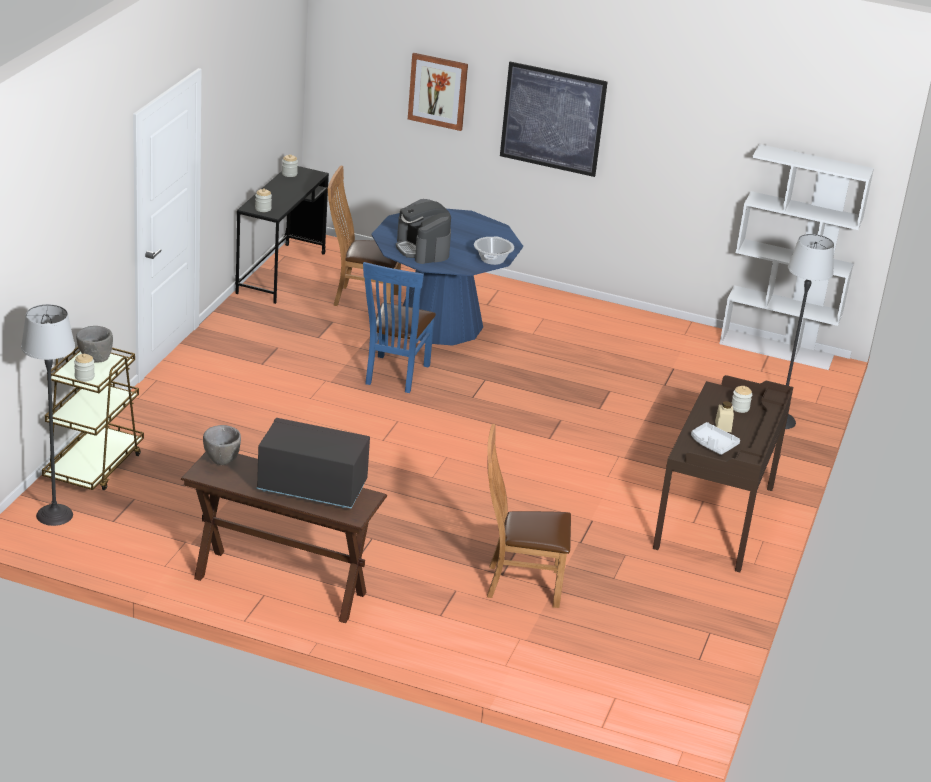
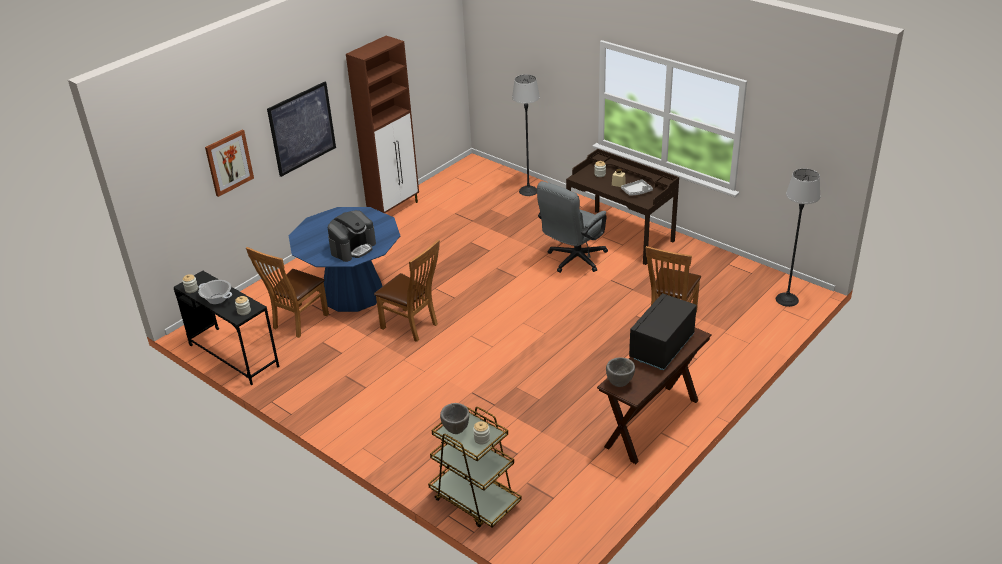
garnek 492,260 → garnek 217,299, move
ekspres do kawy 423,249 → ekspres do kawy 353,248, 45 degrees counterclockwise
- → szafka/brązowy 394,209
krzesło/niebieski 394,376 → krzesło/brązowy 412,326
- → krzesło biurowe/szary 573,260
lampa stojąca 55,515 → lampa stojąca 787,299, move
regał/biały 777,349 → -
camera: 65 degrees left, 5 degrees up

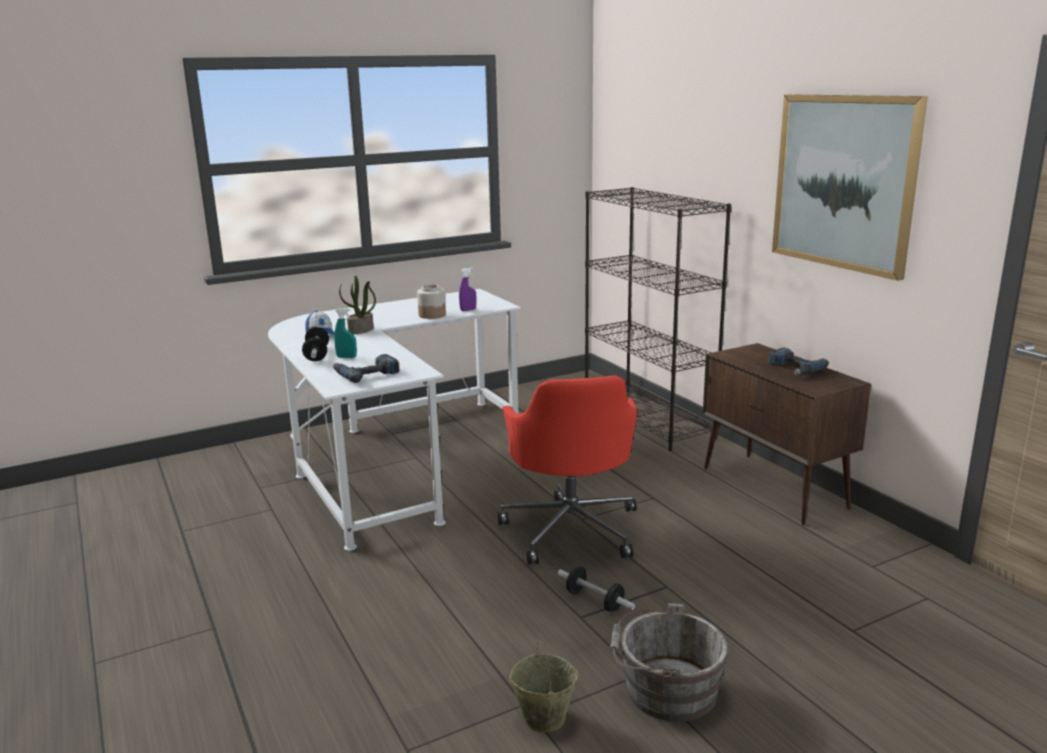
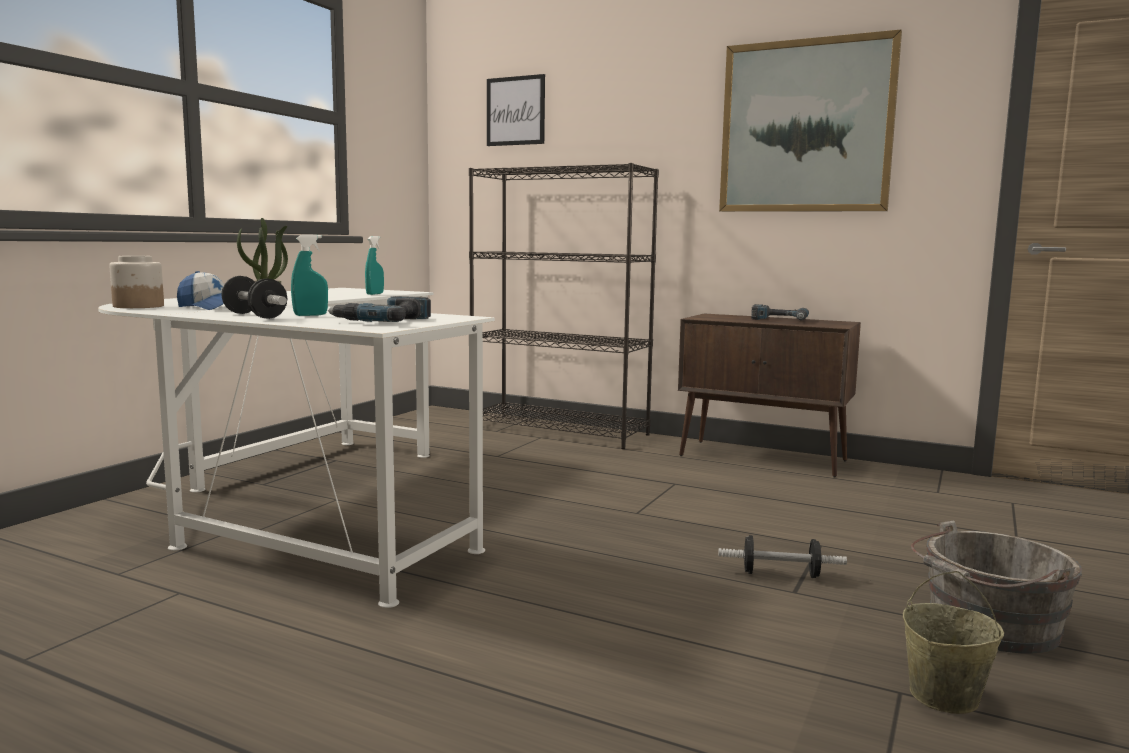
słoik 431,315 → słoik 138,306, move
spryskiwacz/fioletowy 468,310 → spryskiwacz/turkusowy 375,294
- → obraz 515,111
krzesło biurowe/czerwony 571,528 → -
camera: 35 degrees left, 10 degrees down

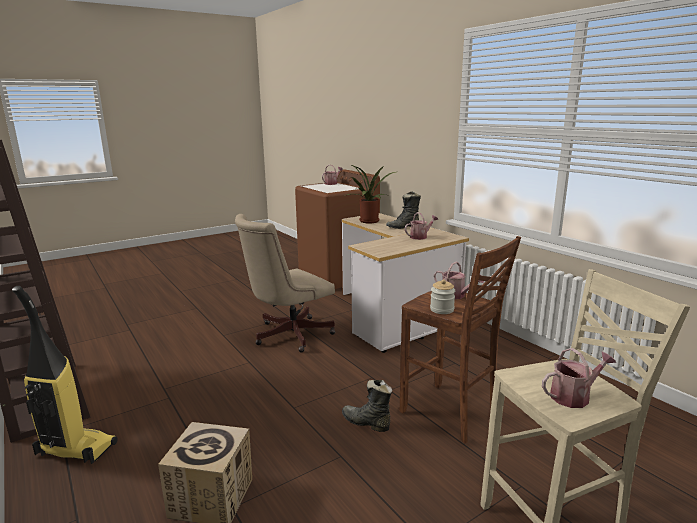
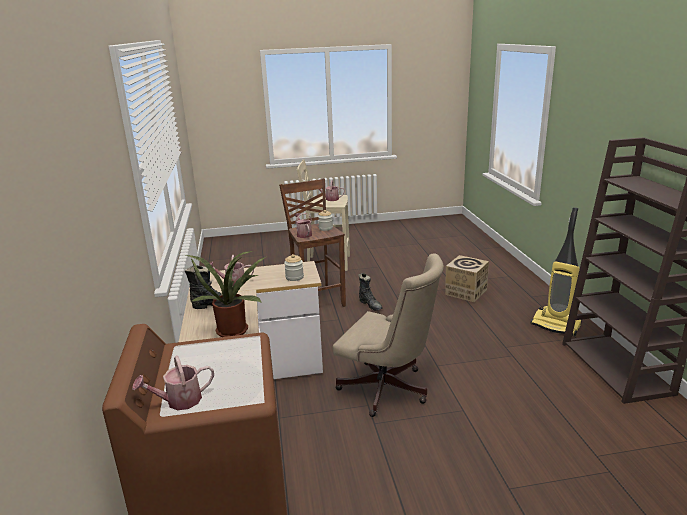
- → słoik 294,277
krzesło biurowe/beżowy 288,335 → krzesło biurowe/beżowy 388,390, 45 degrees clockwise
camera: 155 degrees left, 5 degrees up

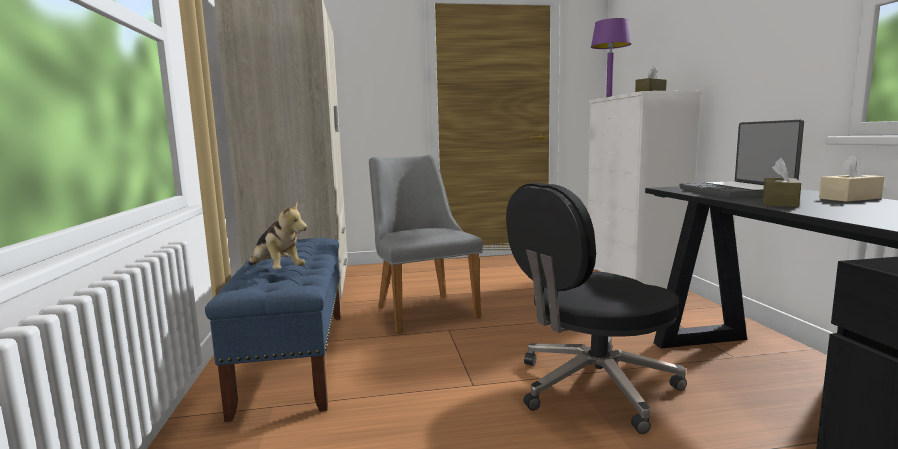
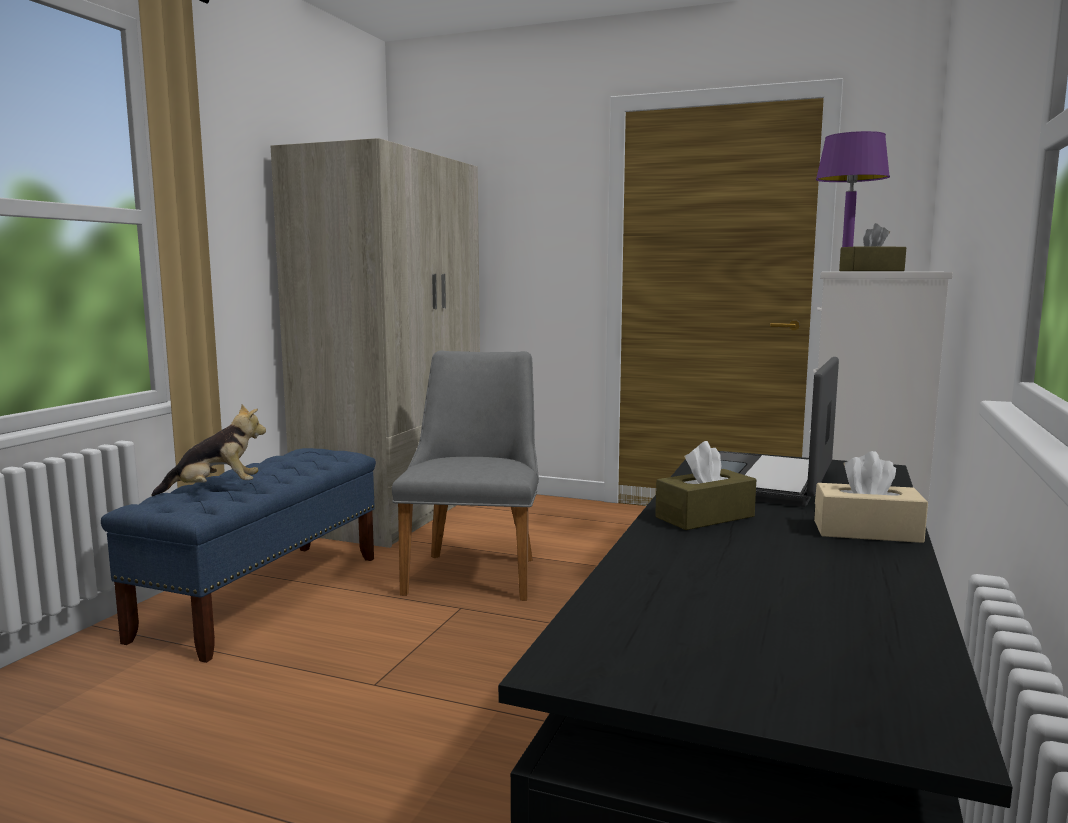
pluszak 276,271 → pluszak 215,490, 90 degrees counterclockwise
krzesło biurowe/czarny 592,387 → -
camera: 30 degrees right, 0 degrees up

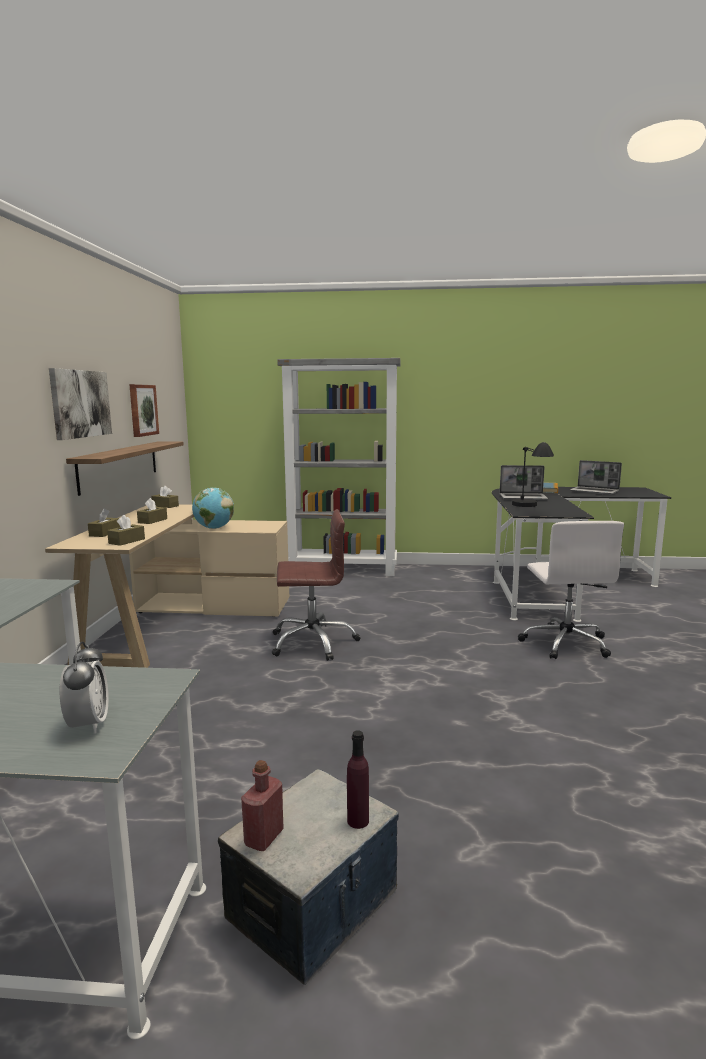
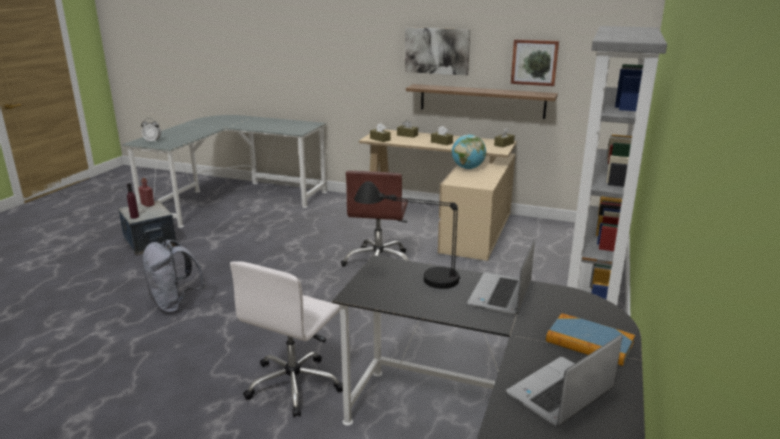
- → plecak/szary 175,305
krzesło biurowe/biały 565,643 → krzesło biurowe/biały 295,384, 75 degrees counterclockwise
camera: 105 degrees right, 10 degrees up

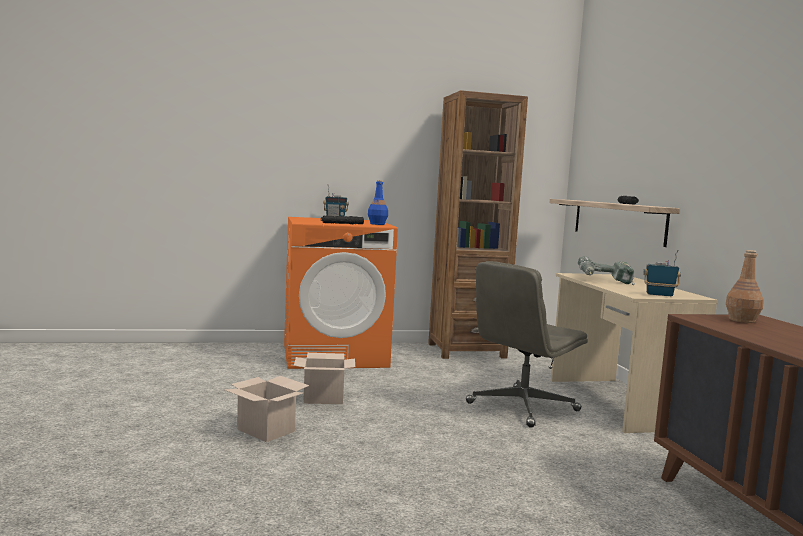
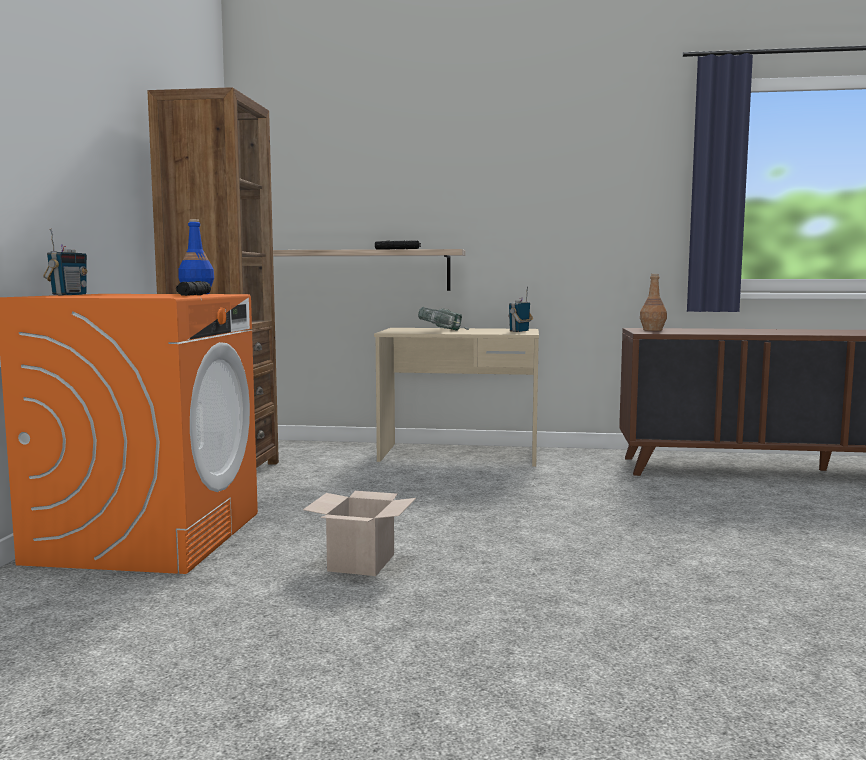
karton 267,430 → -
krzesło biurowe/szary 522,407 → -
camera: 70 degrees left, 0 degrees up

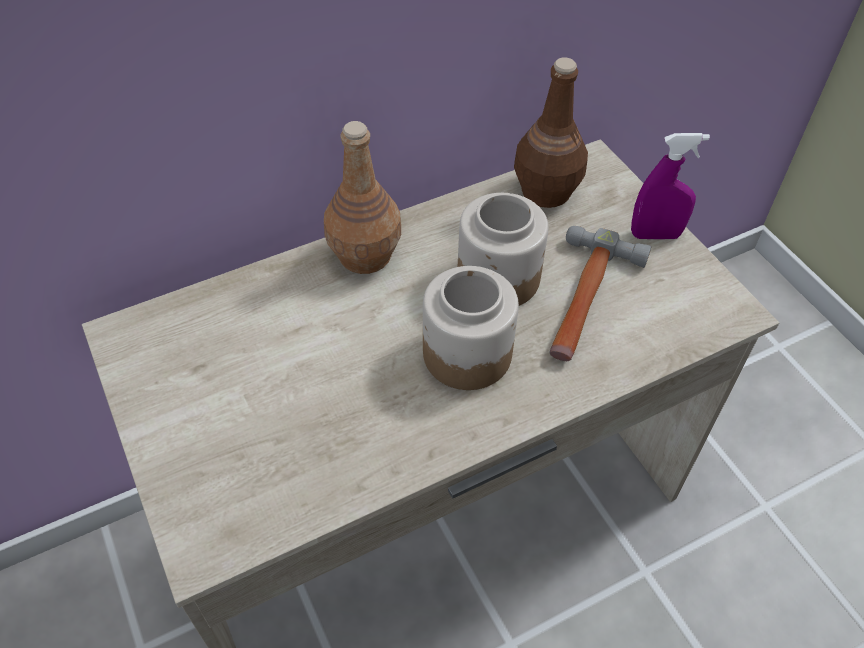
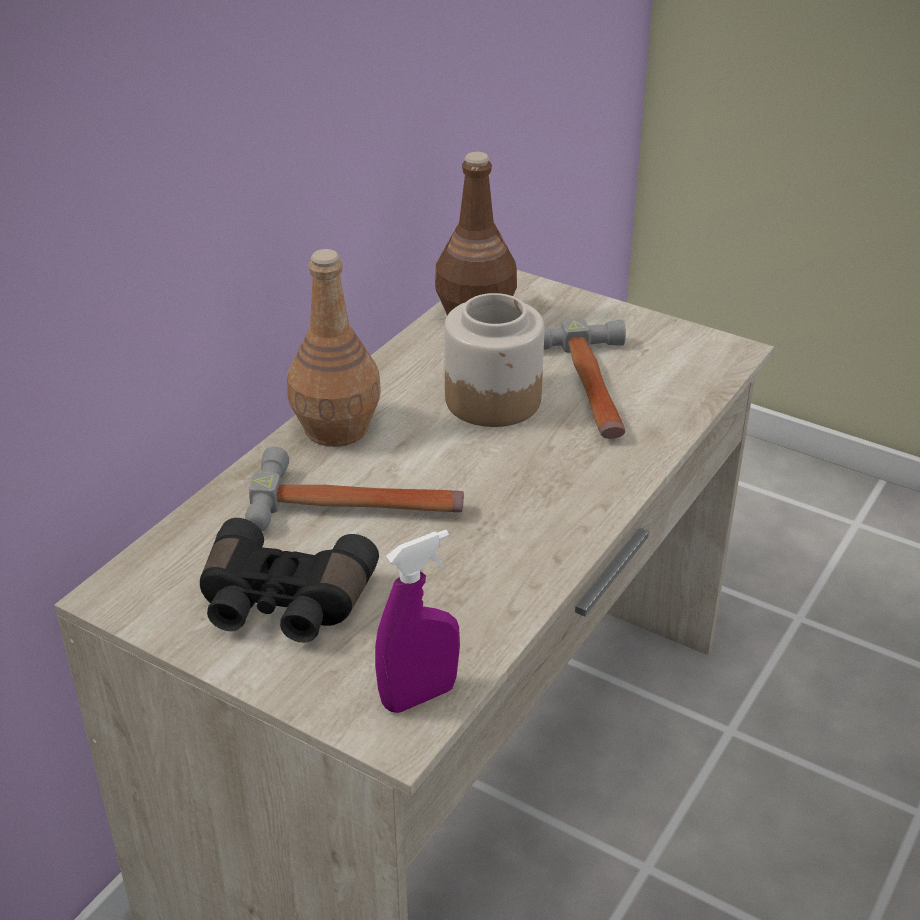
- → lornetka/czarny 282,604
- → młotek 357,507
spryskiwacz/fioletowy 655,235 → spryskiwacz/fioletowy 419,696, move
słoik 467,353 → -
camera: 30 degrees left, 15 degrees down

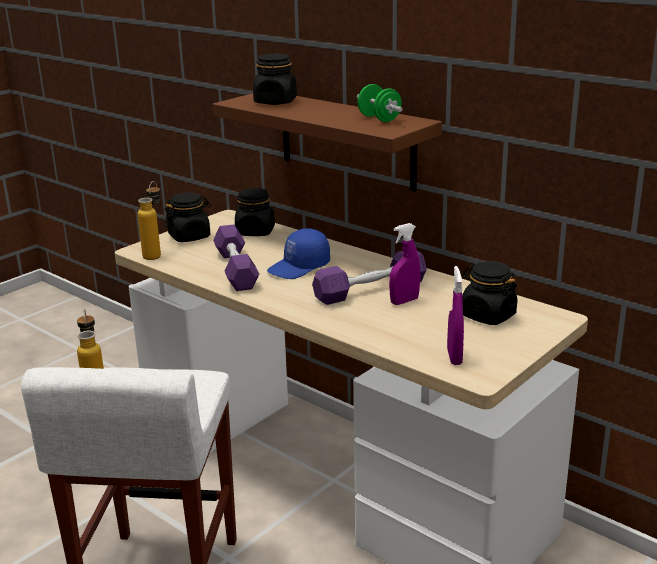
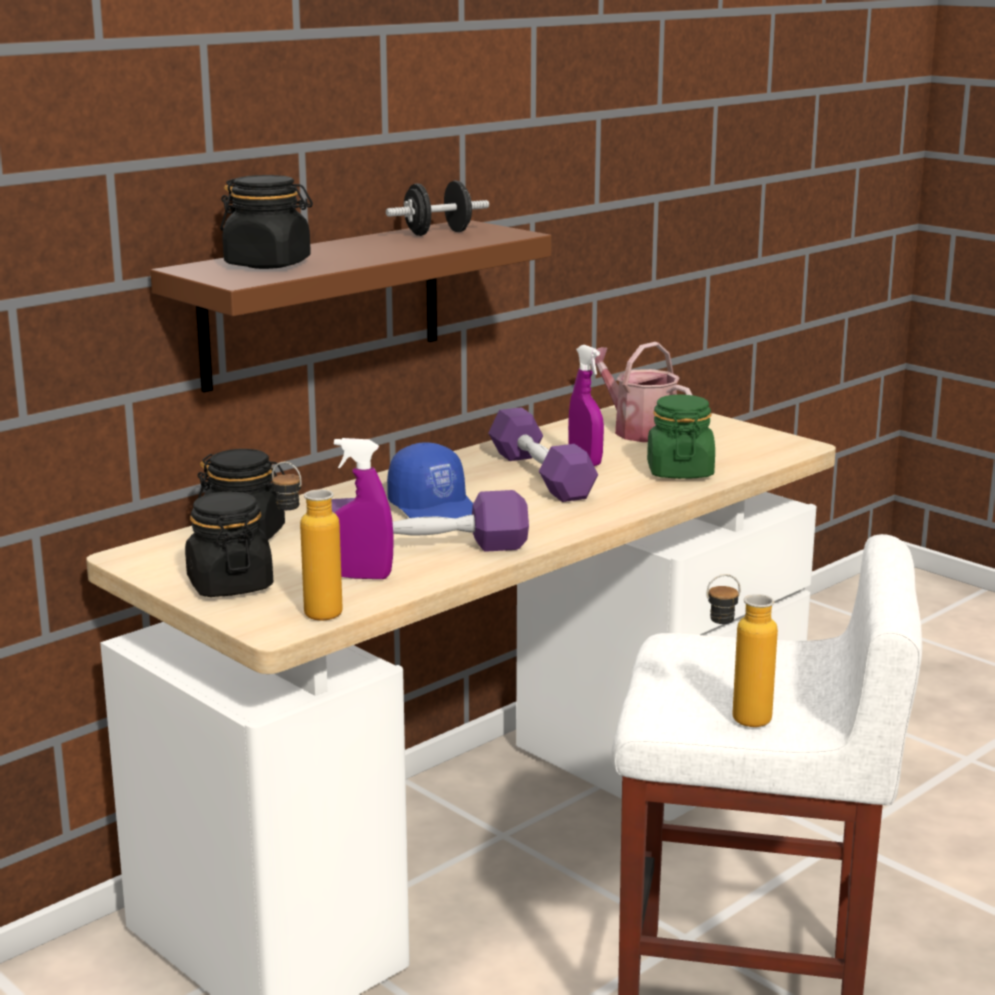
spryskiwacz/fioletowy 454,357 → spryskiwacz/fioletowy 362,577, move
hantel/zielony 379,119 → hantel/czarny 438,233
słoik/czarny 488,316 → konewka 638,430
- → słoik/zielony 679,472
camera: 85 degrees left, 5 degrees down

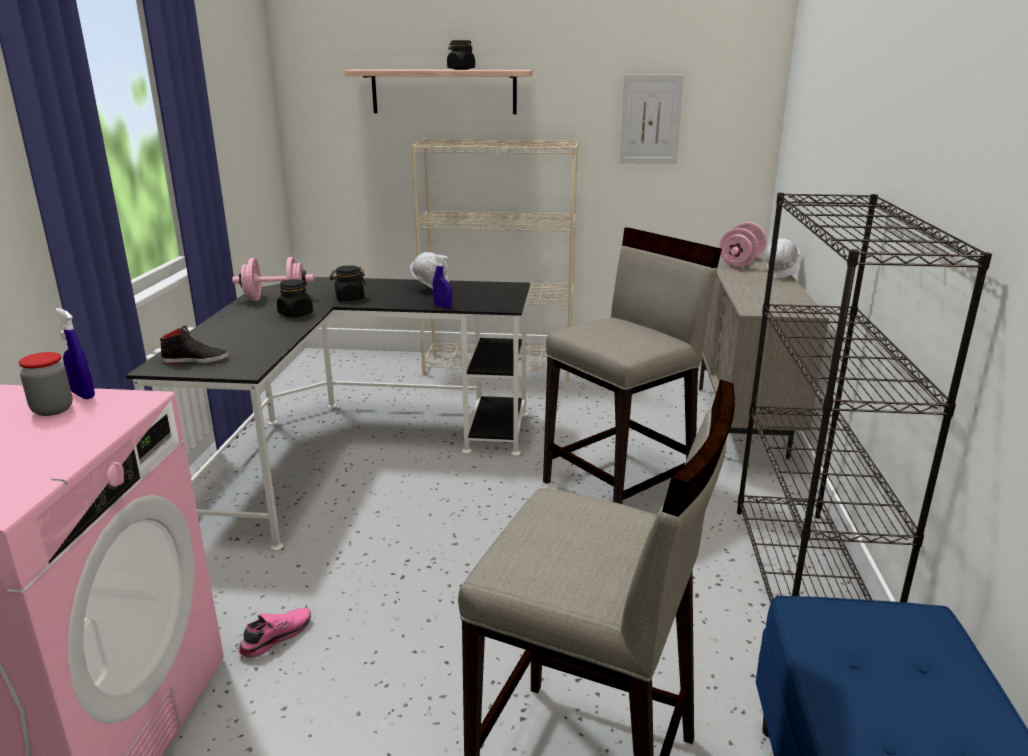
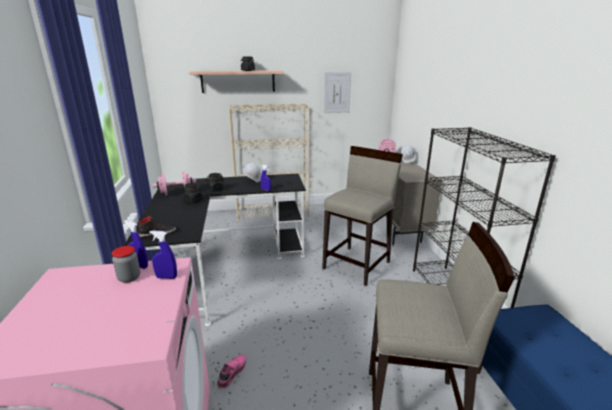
- → spryskiwacz/niebieski 166,277
camera: 15 degrees left, 0 degrees up

